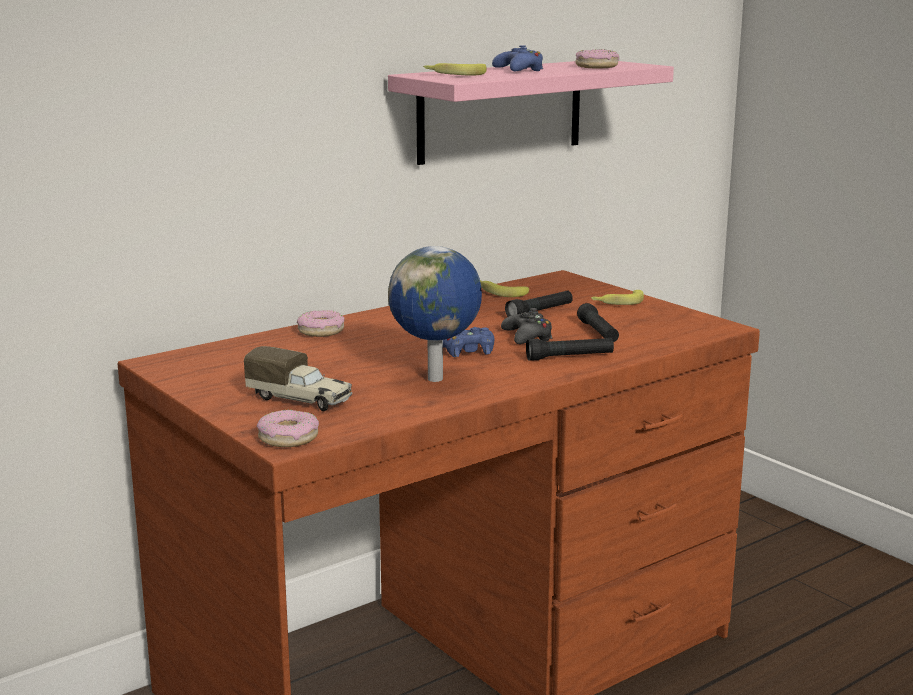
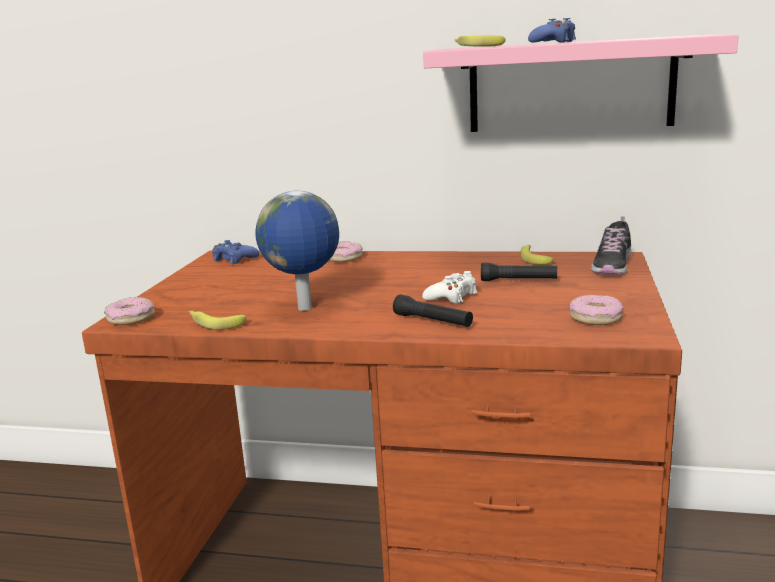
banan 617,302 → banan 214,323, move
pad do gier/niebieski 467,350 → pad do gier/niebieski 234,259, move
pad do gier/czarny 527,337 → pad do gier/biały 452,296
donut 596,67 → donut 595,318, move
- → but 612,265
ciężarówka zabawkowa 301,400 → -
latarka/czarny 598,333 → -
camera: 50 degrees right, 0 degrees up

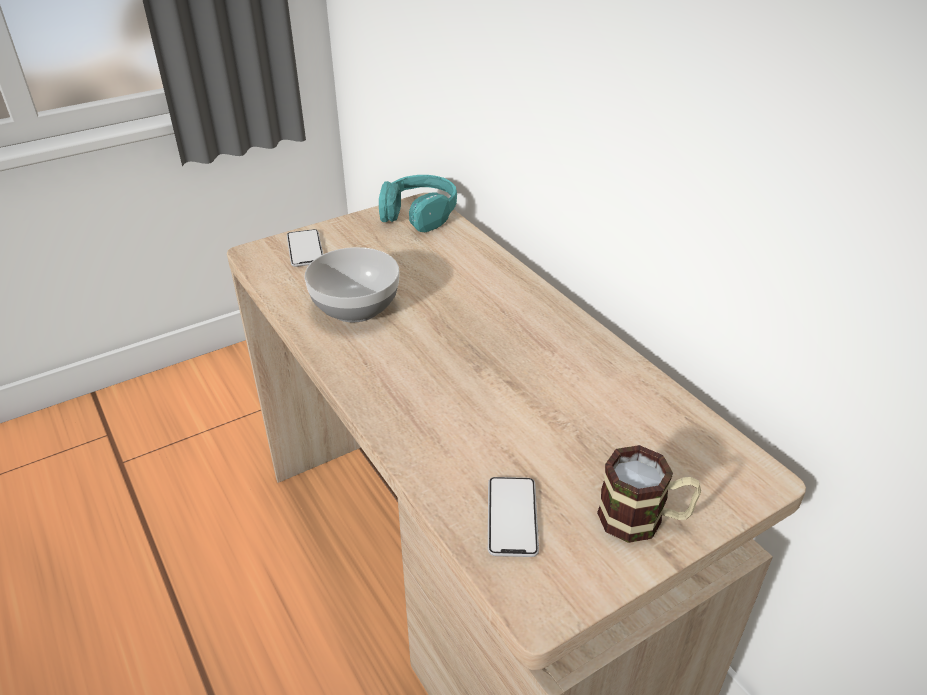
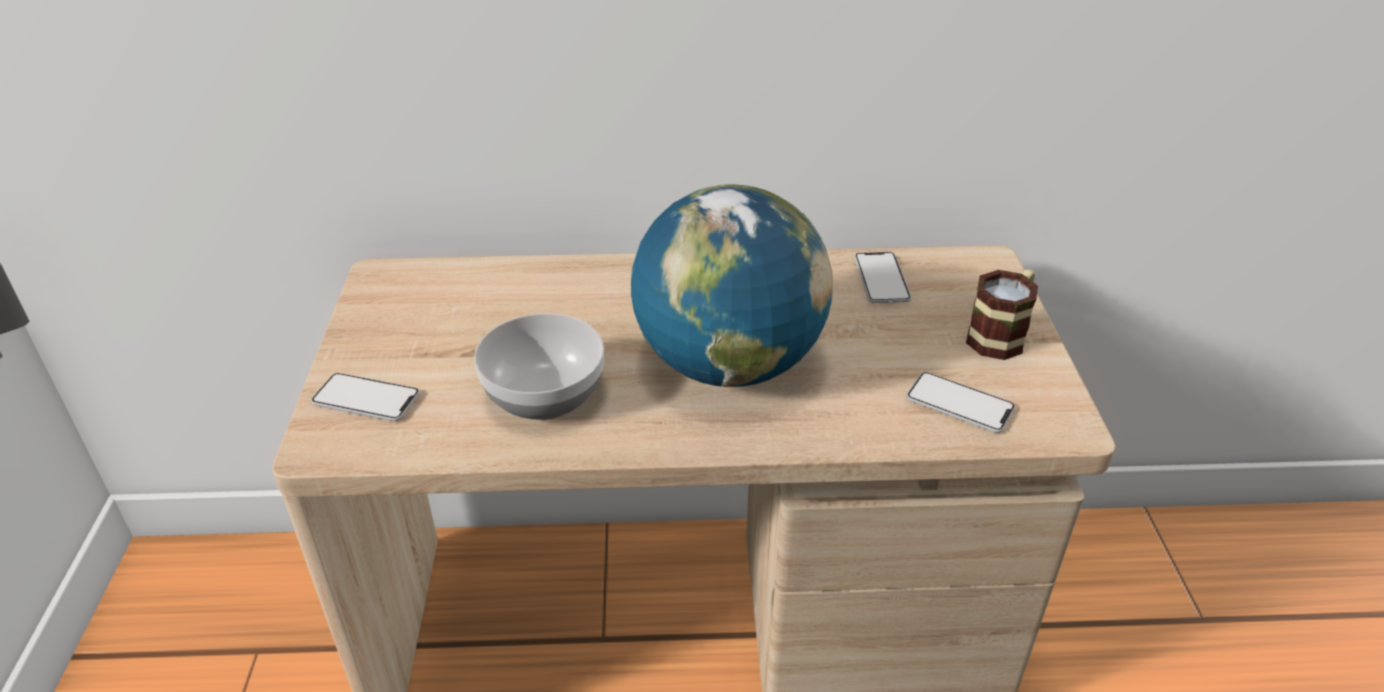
- → globus 729,365
- → telefon 881,279
słuchawki/turkusowy 419,214 → -
camera: 60 degrees left, 0 degrees up

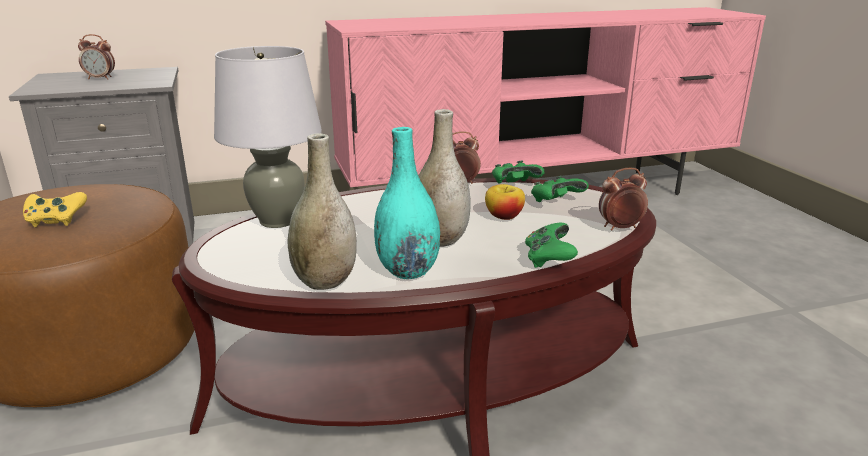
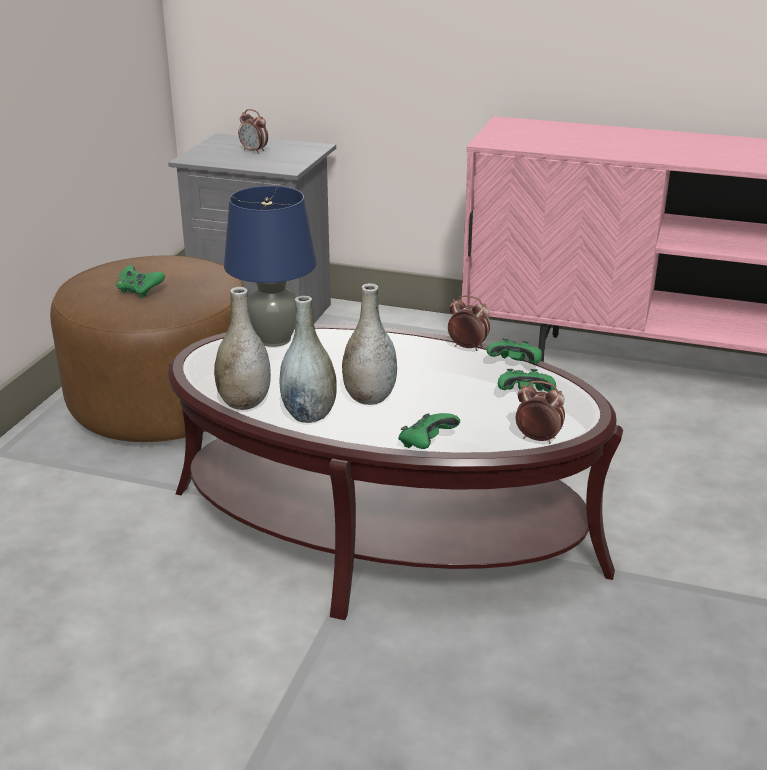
pad do gier/żółty 56,221 → pad do gier/zielony 139,291
lampa stołowa/szary 278,221 → lampa stołowa/niebieski 274,339
wazon/turkusowy 408,270 → wazon/szary 309,415
jabłko 504,216 → -
camera: 35 degrees right, 5 degrees up

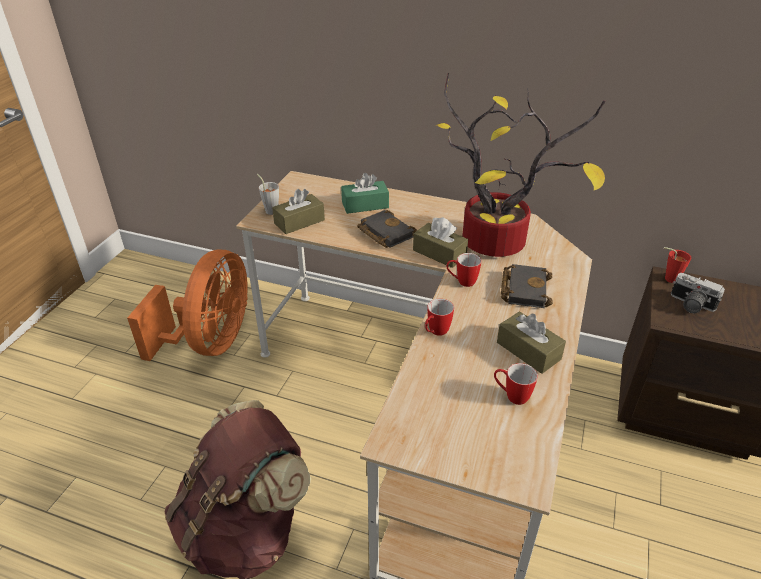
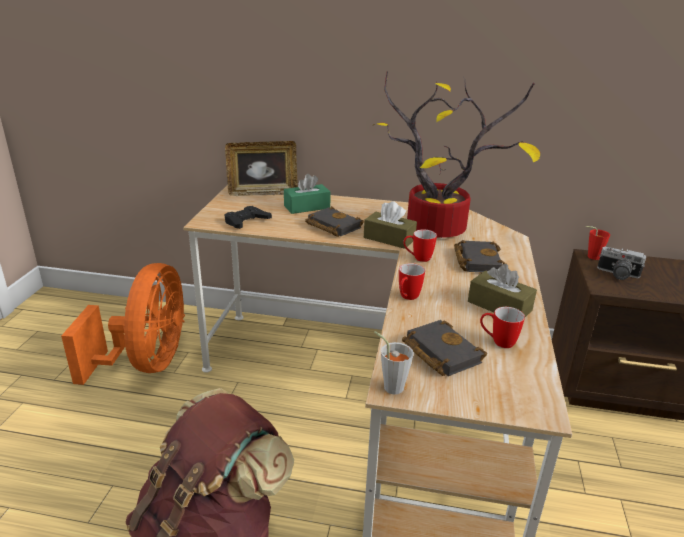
- → ramka na zdjęcie 263,193
pudełko chusteczek/brązowy 299,222 → pad do gier/czarny 246,221
filiżanka/szary 270,210 → filiżanka/szary 390,385, move
- → książka/czarny 439,352
camera: 10 degrees left, 10 degrees down

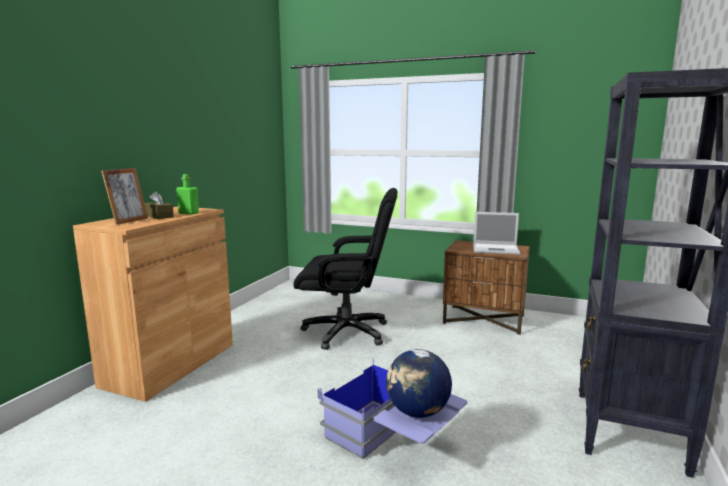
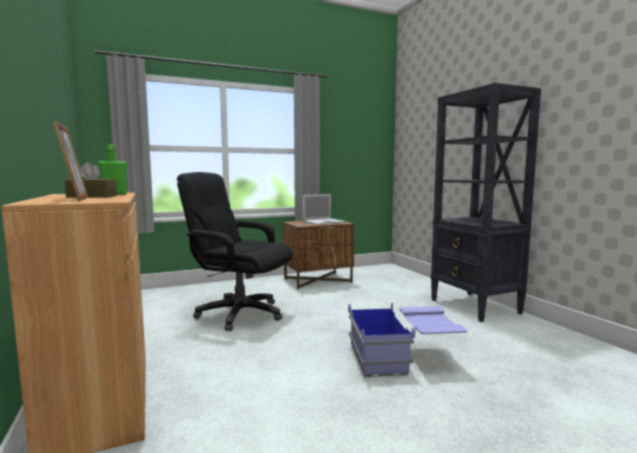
krzesło biurowe/czarny 347,332 → krzesło biurowe/czarny 239,314, 120 degrees counterclockwise
globus 417,412 → -
camera: 45 degrees left, 5 degrees down

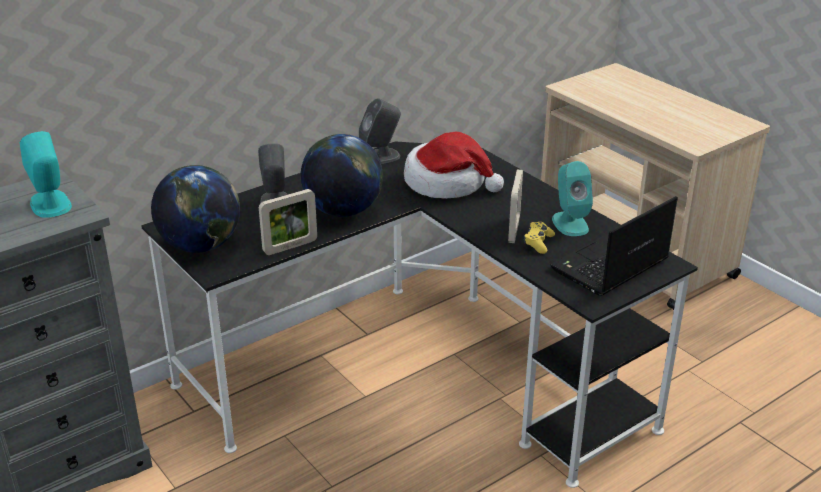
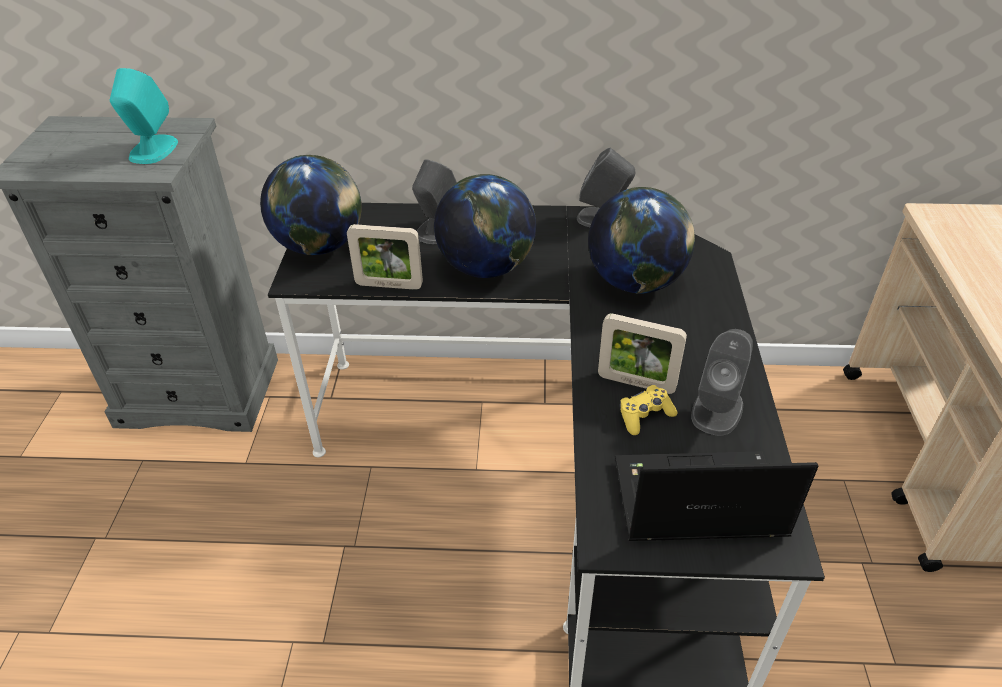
kapelusz 447,183 → globus 635,283
ramka na zdjęcie 514,230 → ramka na zdjęcie 636,383, 60 degrees clockwise
głośnik/turkusowy 570,223 → głośnik/szary 717,409
camera: 40 degrees right, 10 degrees up

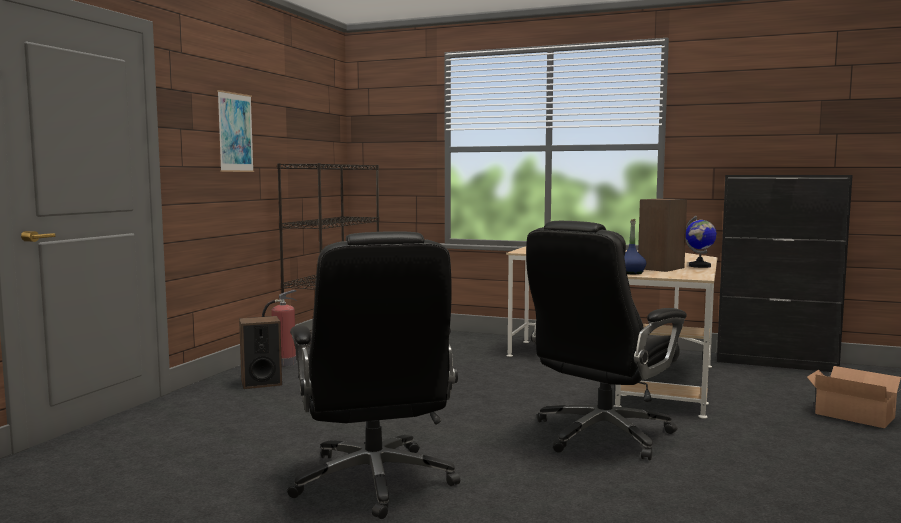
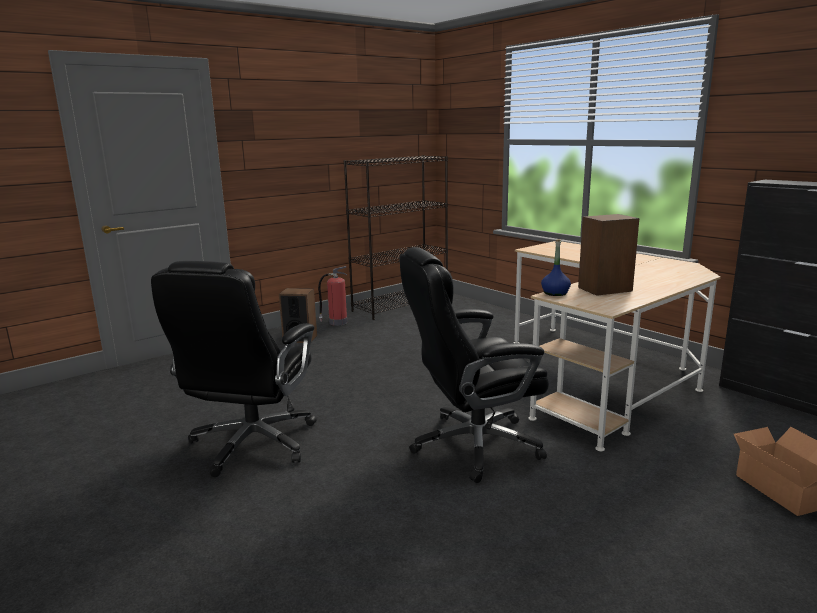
obraz 235,132 → -
globus 699,266 → -
camera: 30 degrees right, 10 degrees up

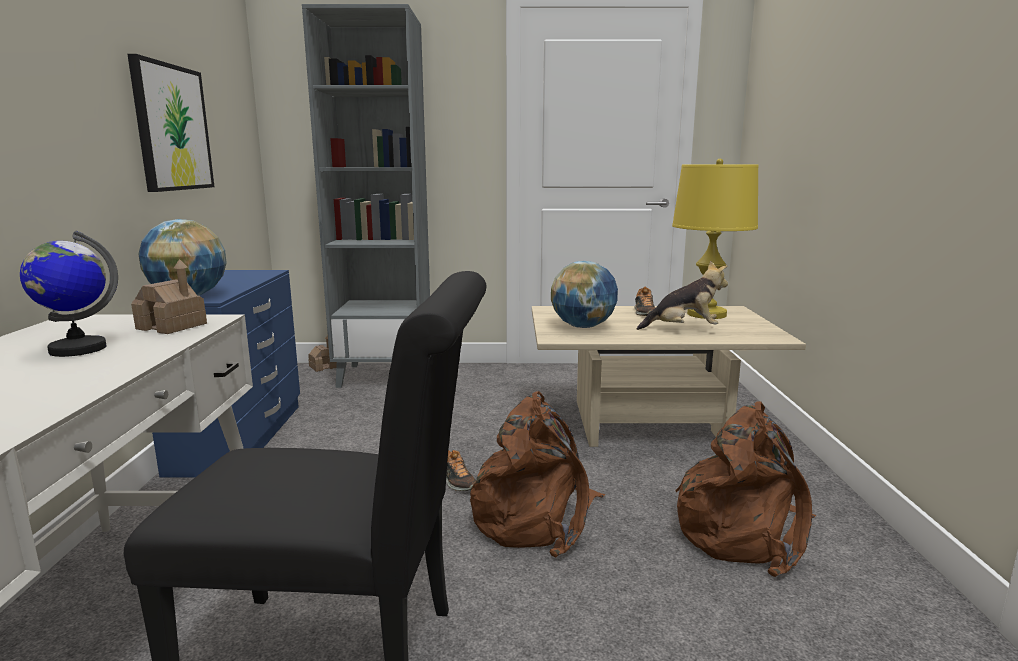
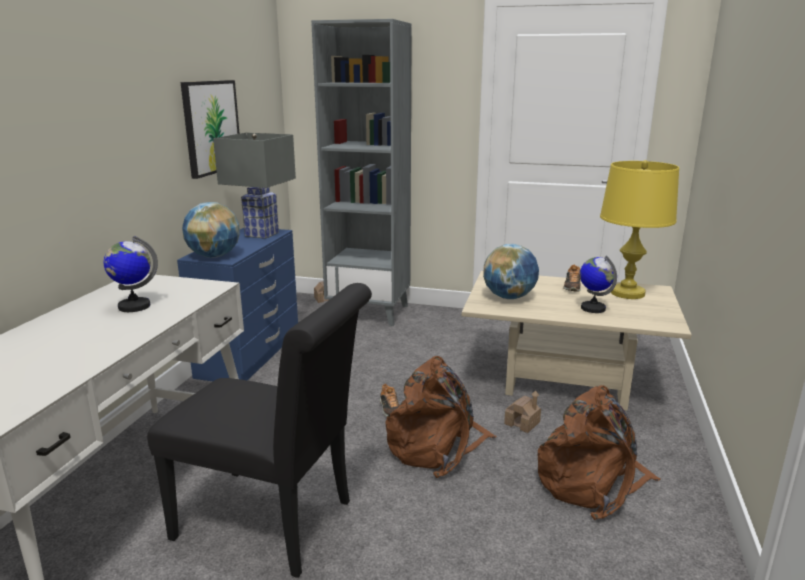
- → lampa stołowa/szary 262,234
domek 172,326 → domek 522,423, move
pluszak 683,329 → globus 593,308
camera: 15 degrees right, 5 degrees up

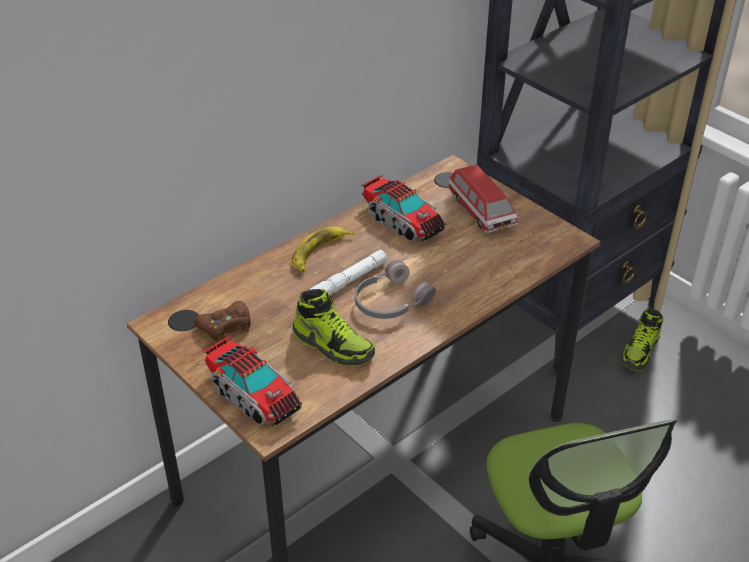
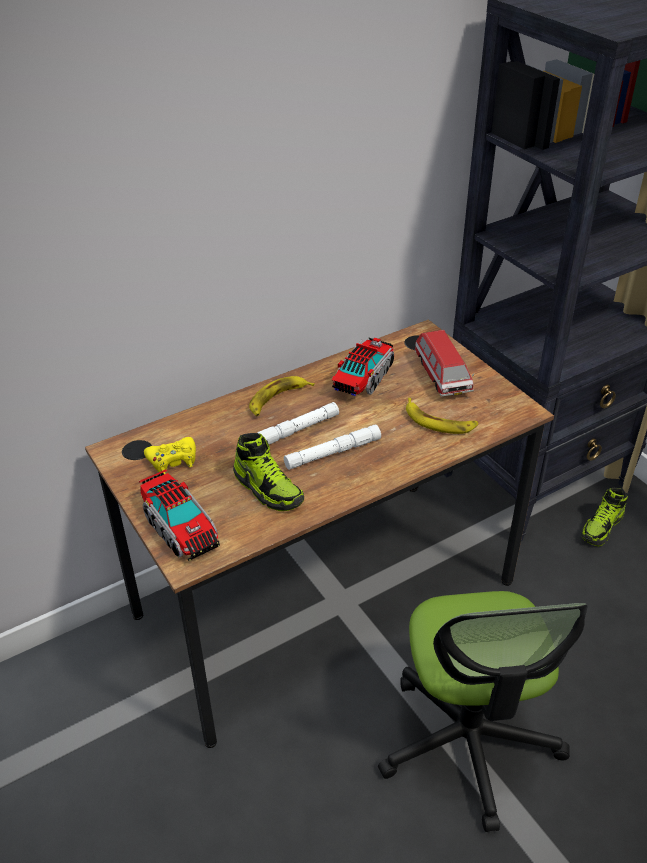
pad do gier/brązowy 226,327 → pad do gier/żółty 173,460
słuchawki/szary 390,301 → latarka/biały 333,452
ciężarówka zabawkowa 402,221 → ciężarówka zabawkowa 364,377, 120 degrees counterclockwise
- → banan 439,421
camera: 10 degrees right, 0 degrees up

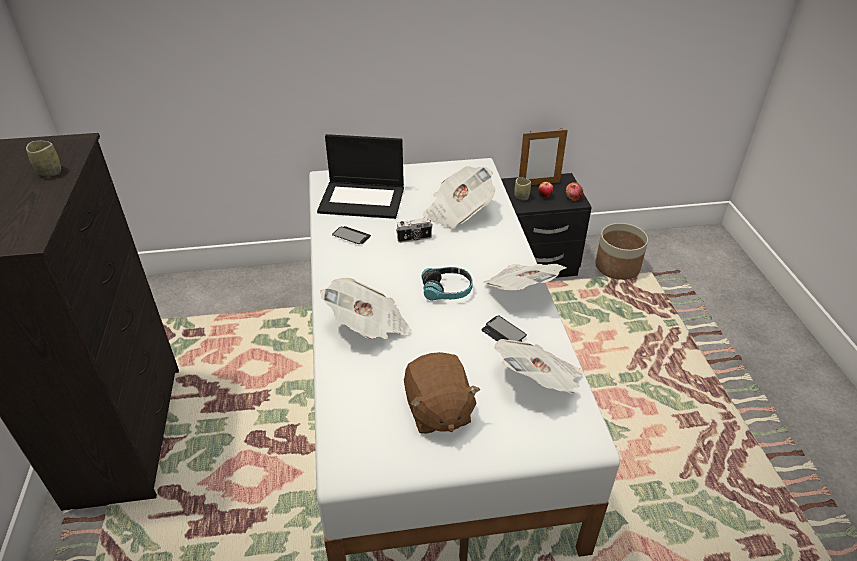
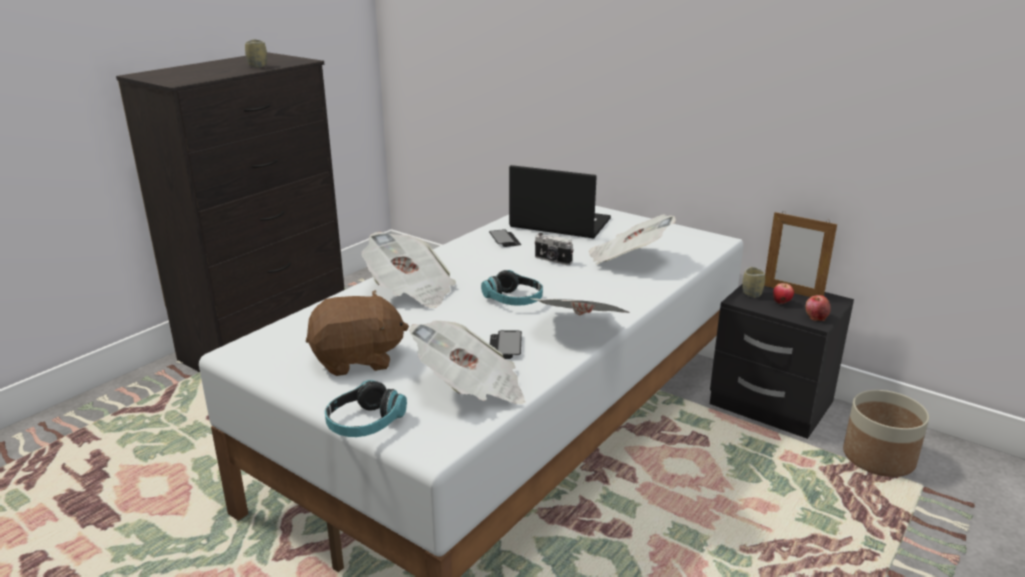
pluszak/brązowy 438,411 → pluszak/brązowy 357,360, 135 degrees counterclockwise
- → słuchawki 365,423
laptop 363,199 → laptop 558,223, 150 degrees clockwise
camera: 45 degrees right, 15 degrees down

